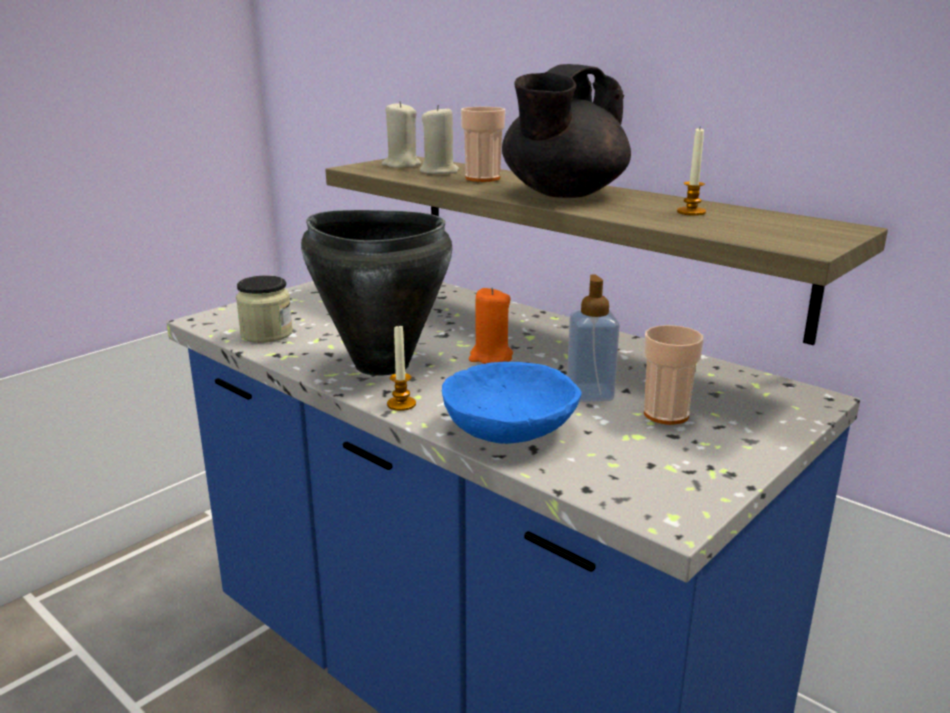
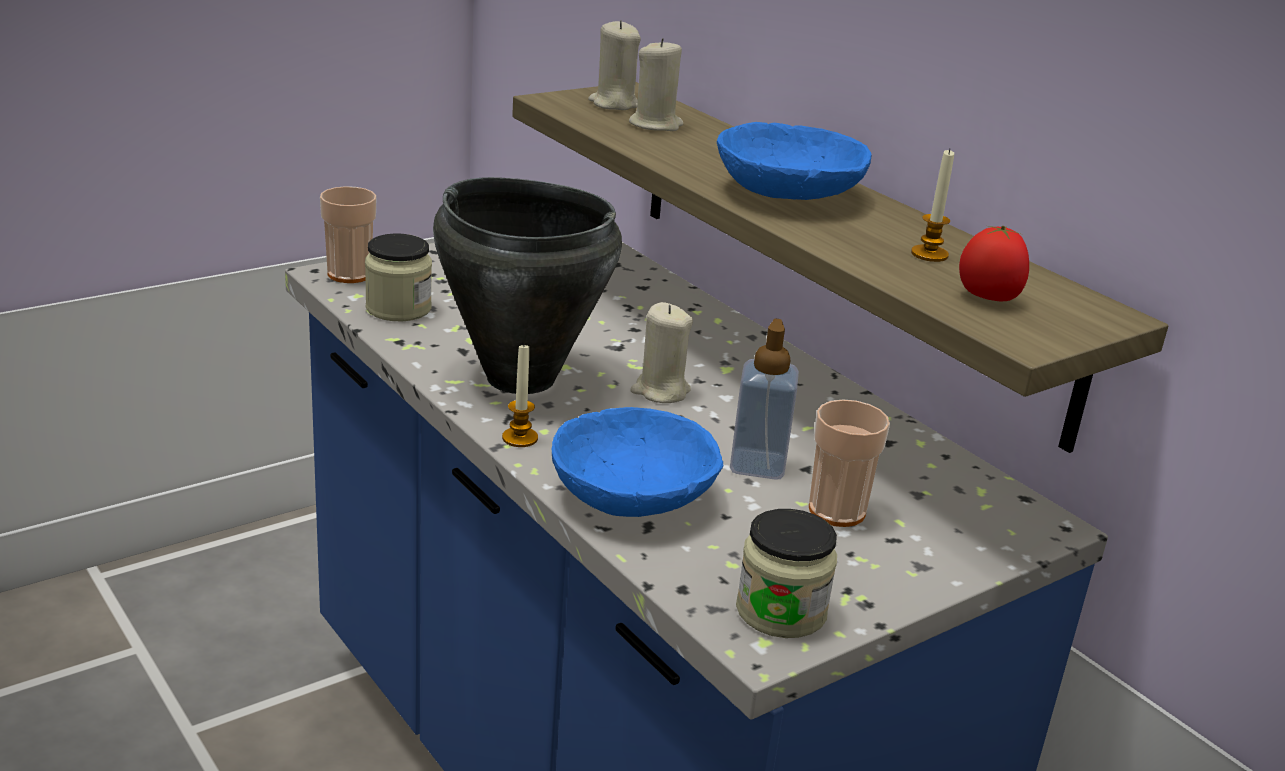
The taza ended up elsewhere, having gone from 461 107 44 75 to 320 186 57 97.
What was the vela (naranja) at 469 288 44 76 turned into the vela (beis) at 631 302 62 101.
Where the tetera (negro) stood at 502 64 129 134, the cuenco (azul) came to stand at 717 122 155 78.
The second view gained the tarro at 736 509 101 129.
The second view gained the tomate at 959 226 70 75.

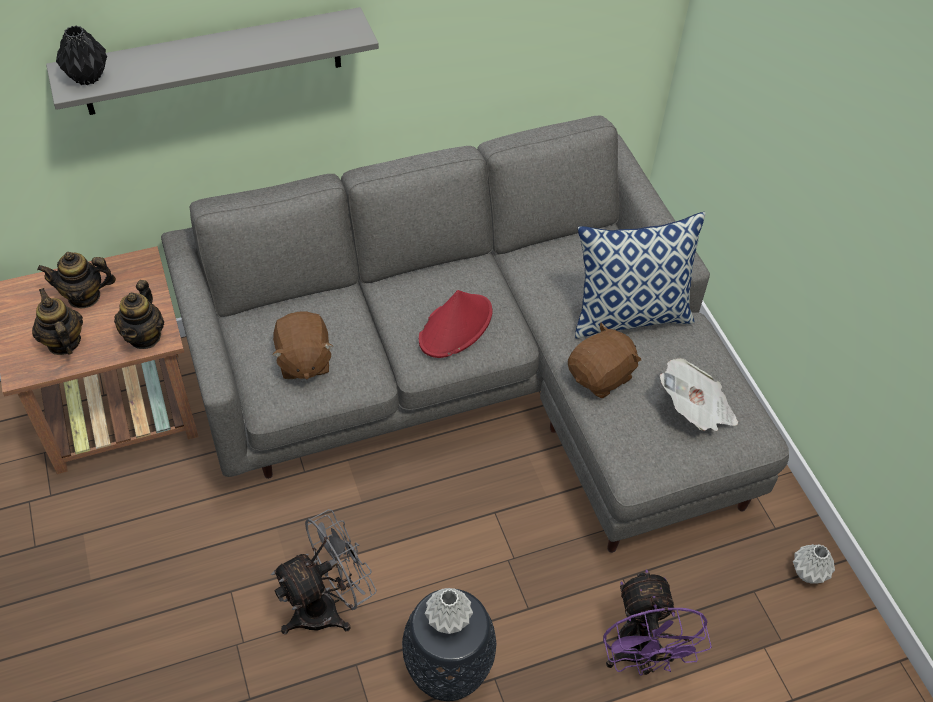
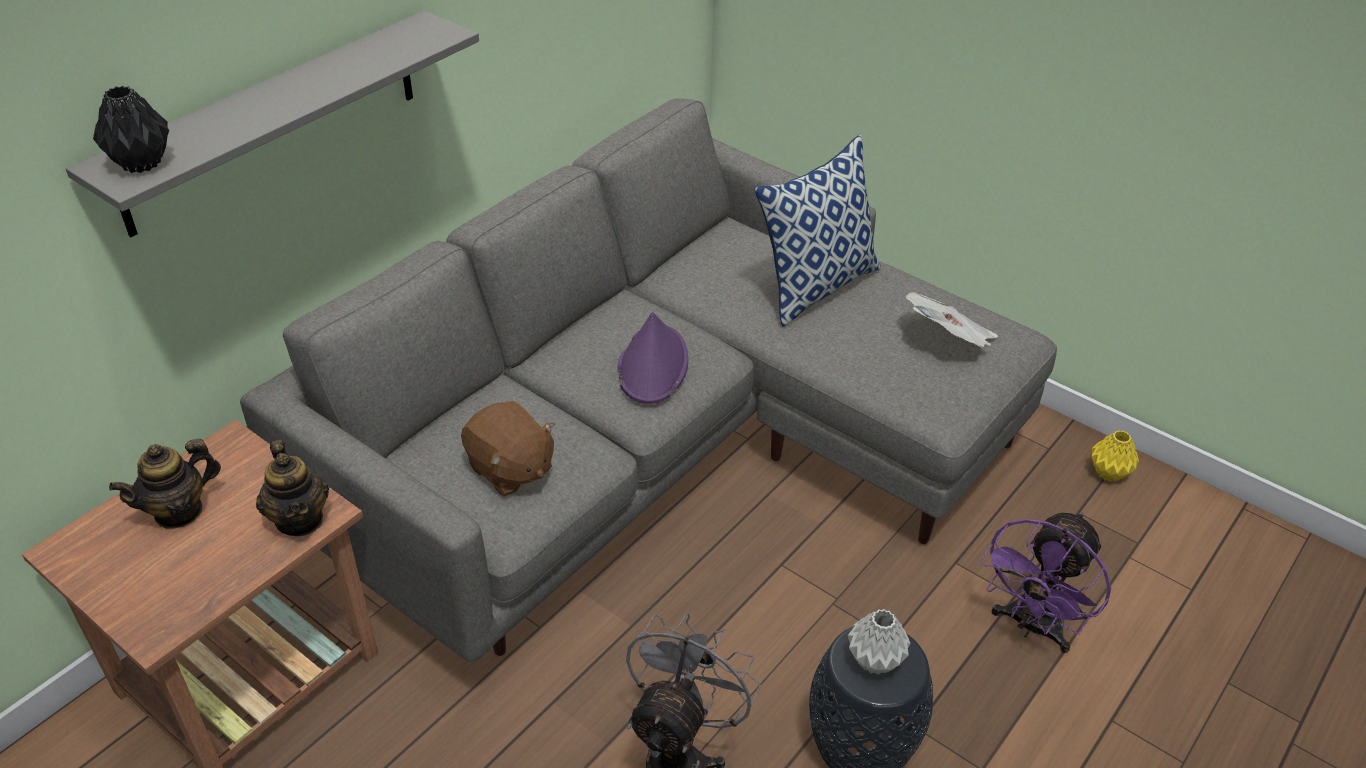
What was the sombrero (rojo) at 419 290 74 68 turned into the sombrero (morado) at 618 312 70 92.
The ventilador (morado) at 603 569 109 107 ended up facing another way, 75 degrees clockwise from before.
What was the florero (gris) at 793 544 42 40 turned into the florero (amarillo) at 1091 430 48 52.
The second view lost the tetera at 32 288 51 67.
The second view lost the peluche (marrón) at 568 323 74 75.

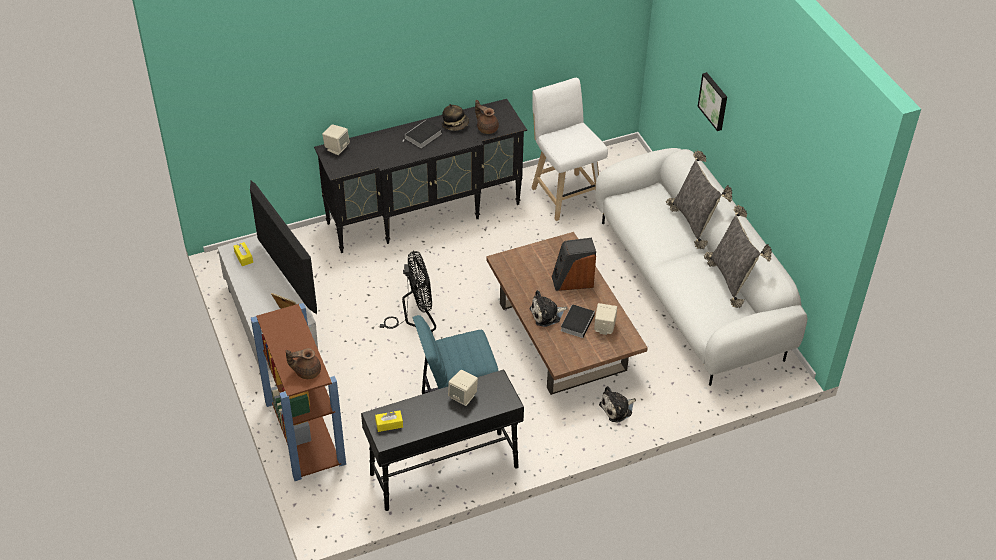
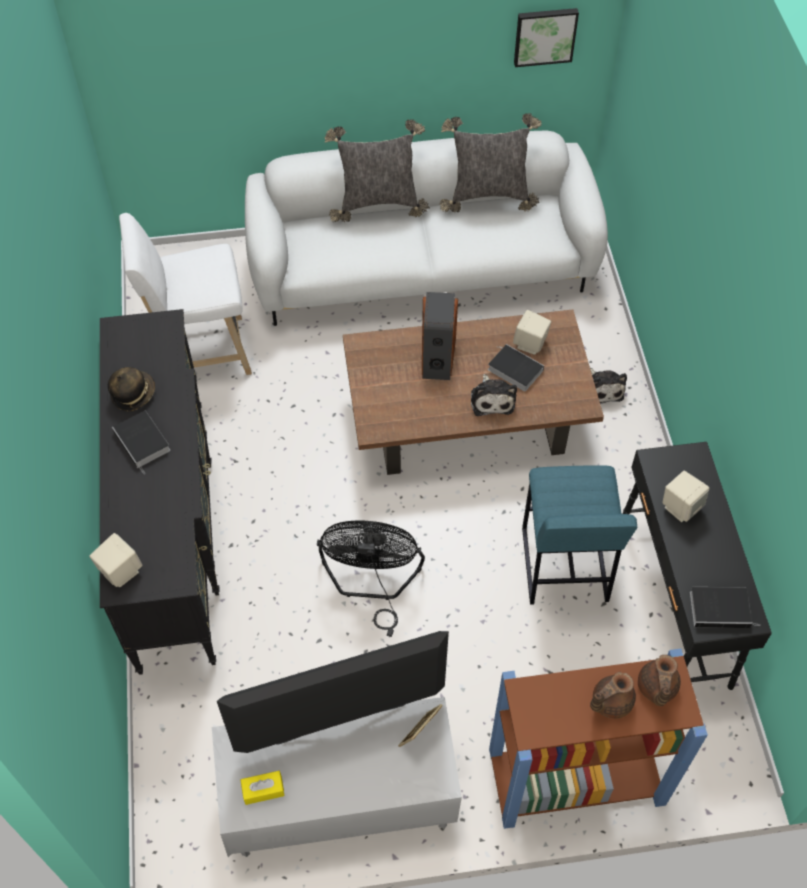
The cuadro ended up elsewhere, having gone from 697 72 30 59 to 514 8 65 59.
The tetera (marrón) ended up elsewhere, having gone from 475 100 24 34 to 590 672 46 47.
Where the caja de pañuelos (amarillo) stood at 375 411 28 21, the libro came to stand at 690 587 70 41.

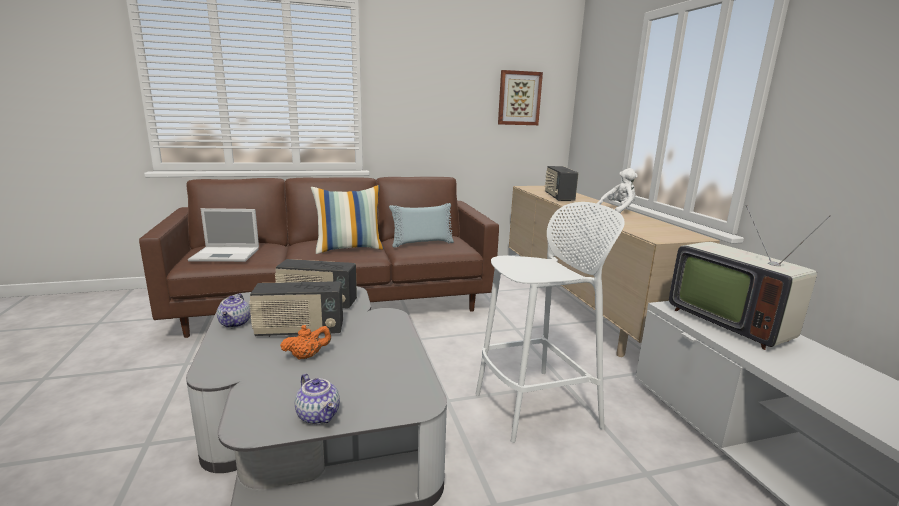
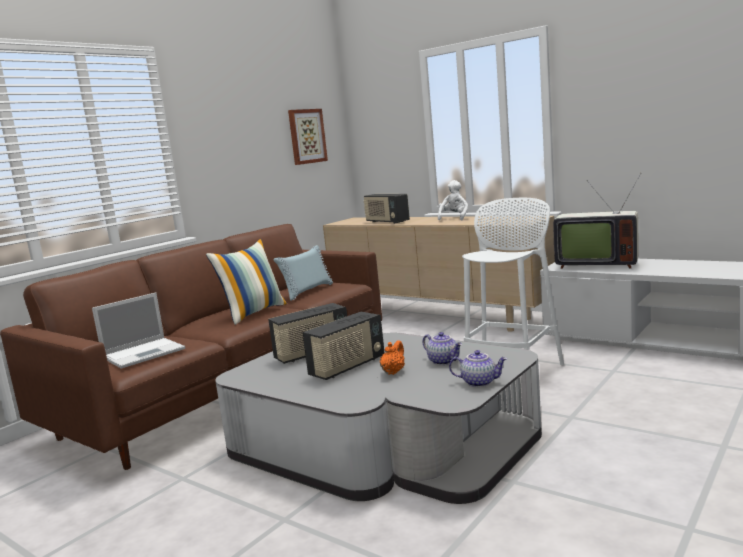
The tetera ended up elsewhere, having gone from 217 294 34 34 to 423 332 39 33.

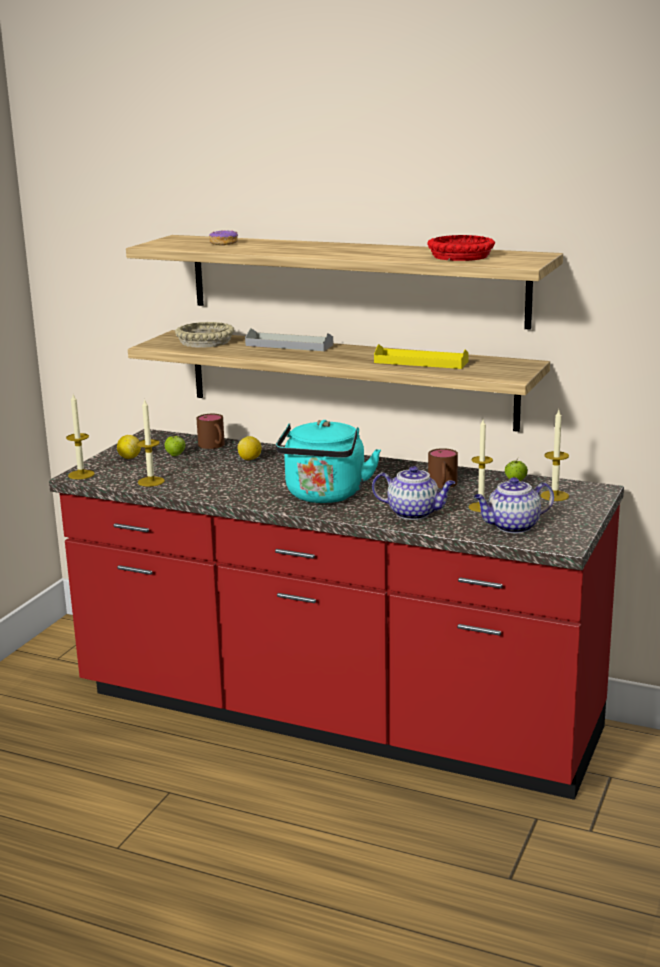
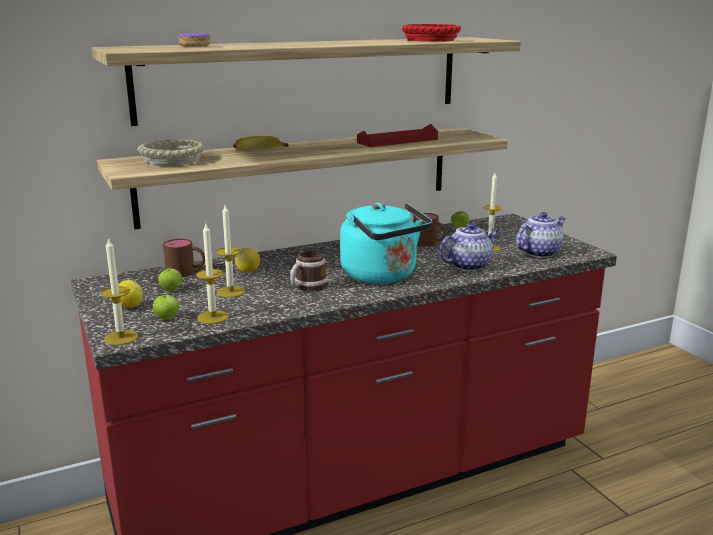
The second view gained the manzana at 153 294 26 26.
The vela ended up elsewhere, having gone from 541 410 28 91 to 216 205 29 93.
Where the bandeja (gris) stood at 245 328 88 23, the plátano came to stand at 233 136 56 14.
The second view gained the taza grande at 290 251 38 40.
What was the bandeja (amarillo) at 374 344 95 25 turned into the bandeja (rojo) at 357 124 81 23.
The tetera at 474 477 80 57 ended up facing another way, 150 degrees counterclockwise from before.

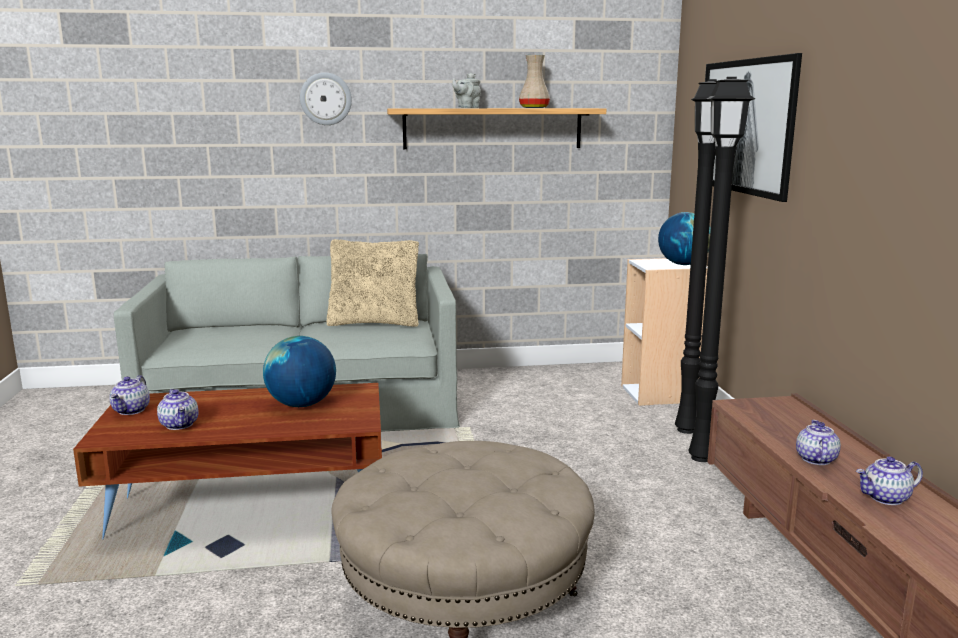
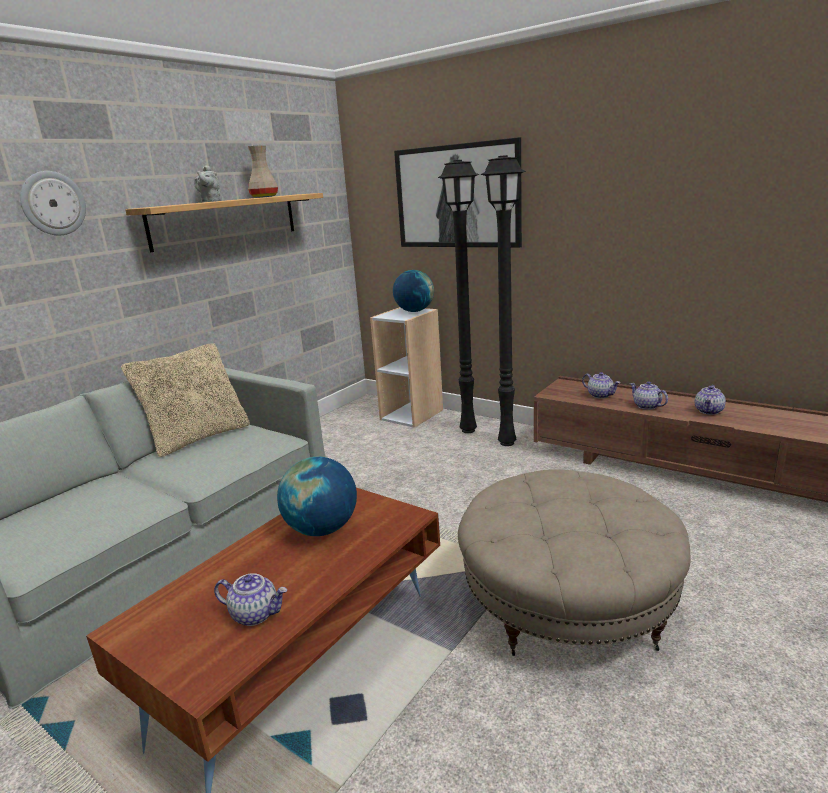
The tetera ended up elsewhere, having gone from 110 375 40 40 to 582 372 38 27.

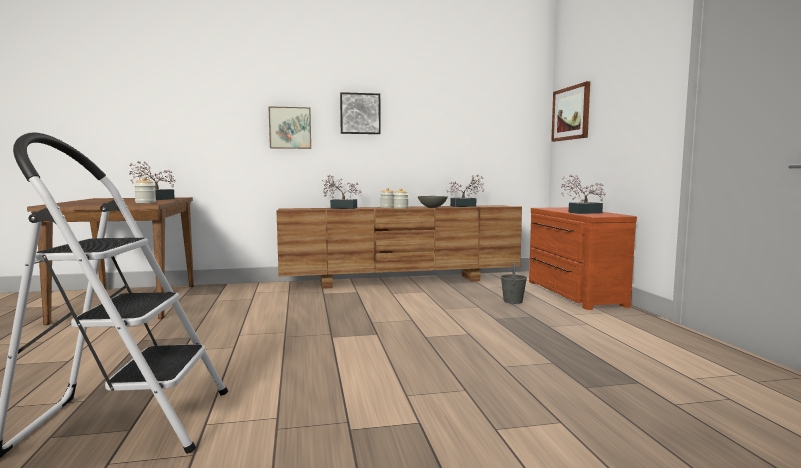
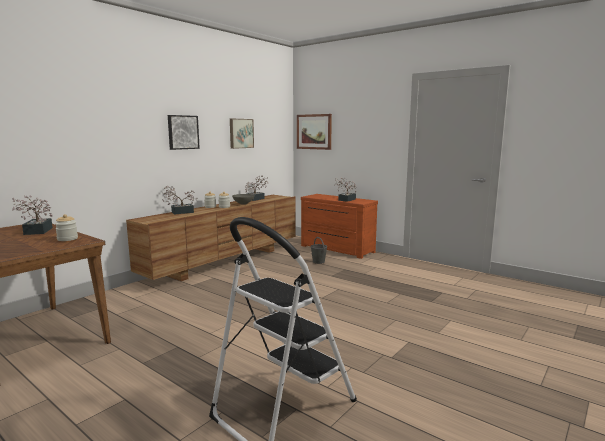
The cuadro ended up elsewhere, having gone from 268 106 43 43 to 230 119 24 30.

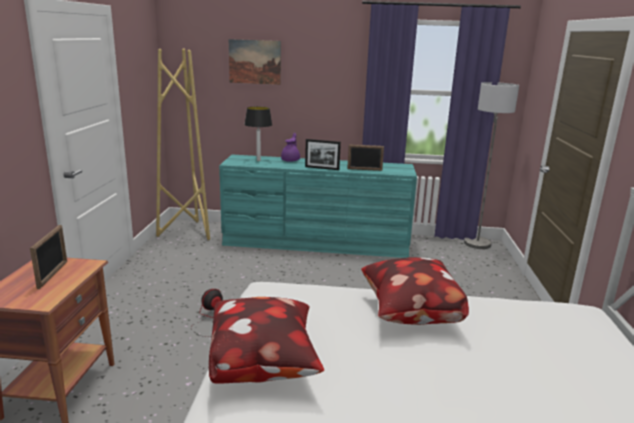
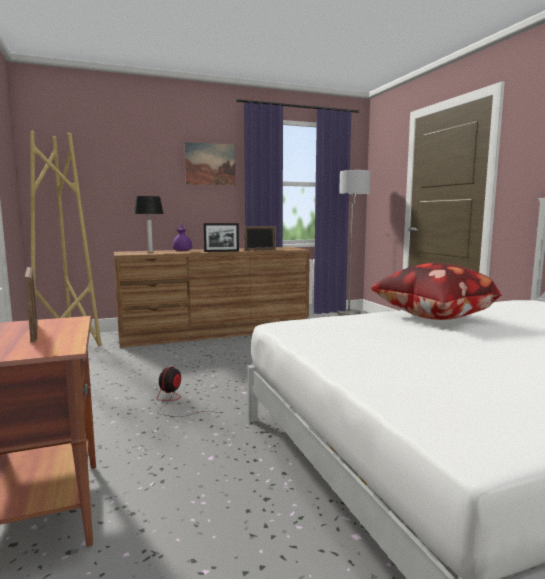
What was the cómoda (turquesa) at 219 155 198 103 turned into the cómoda (marrón) at 114 247 196 101.
The cuadro ended up elsewhere, having gone from 229 39 52 46 to 185 142 50 44.
The second view lost the cojín at 209 297 115 87.

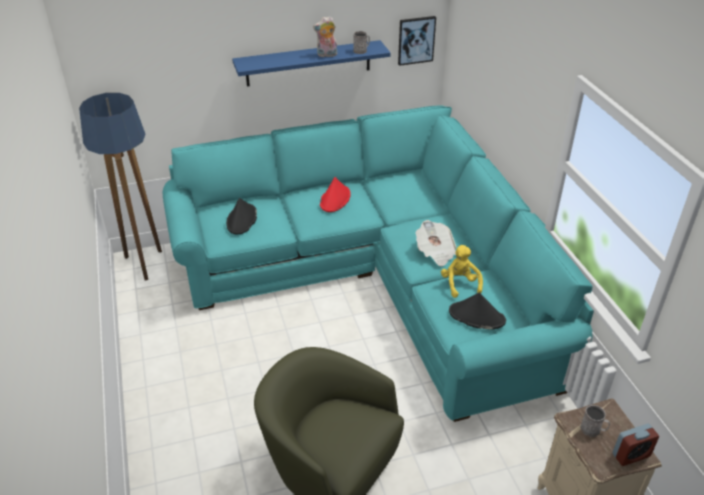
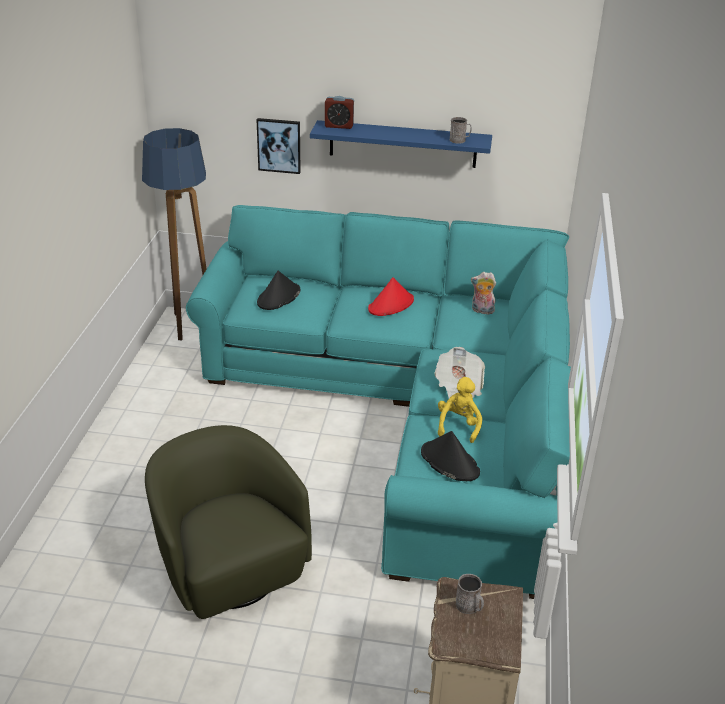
The cuadro ended up elsewhere, having gone from 398 16 38 50 to 257 118 44 56.
The despertador ended up elsewhere, having gone from 612 424 47 42 to 325 96 29 33.
The peluche ended up elsewhere, having gone from 313 16 24 41 to 471 272 25 42.

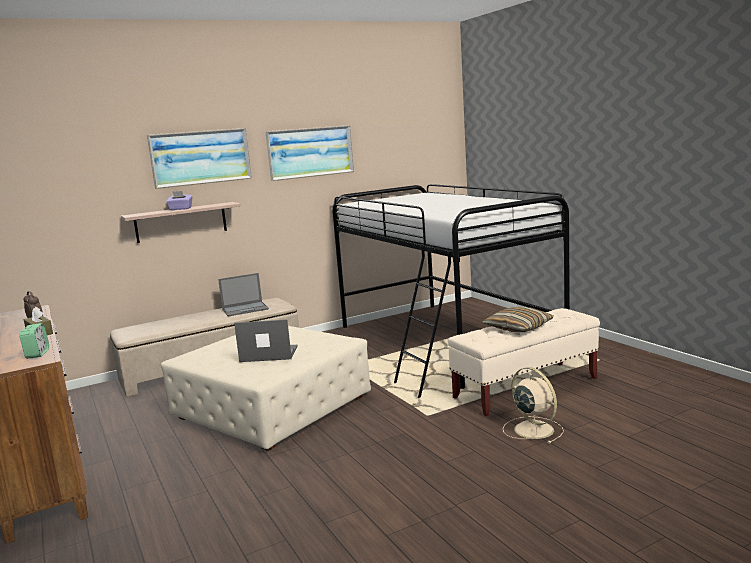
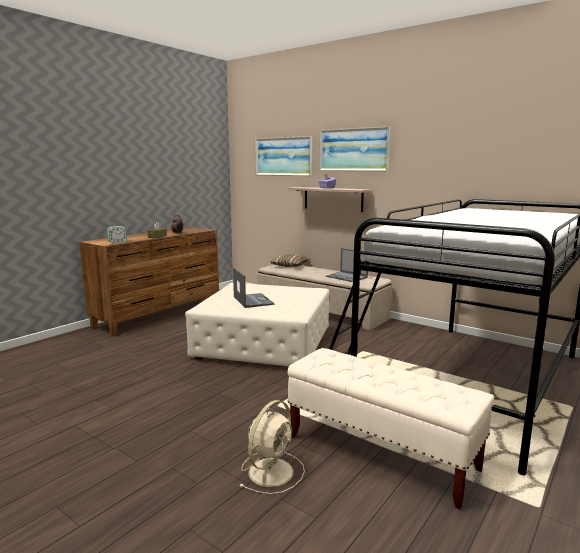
The cuadro ended up elsewhere, having gone from 265 125 89 56 to 255 136 57 40.
The cojín ended up elsewhere, having gone from 482 307 72 25 to 271 254 38 13.

